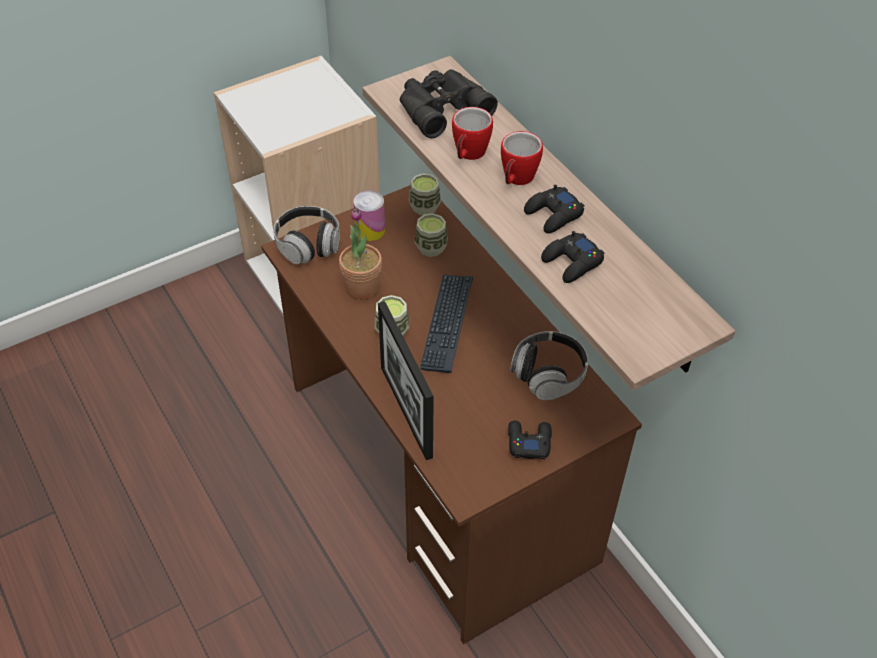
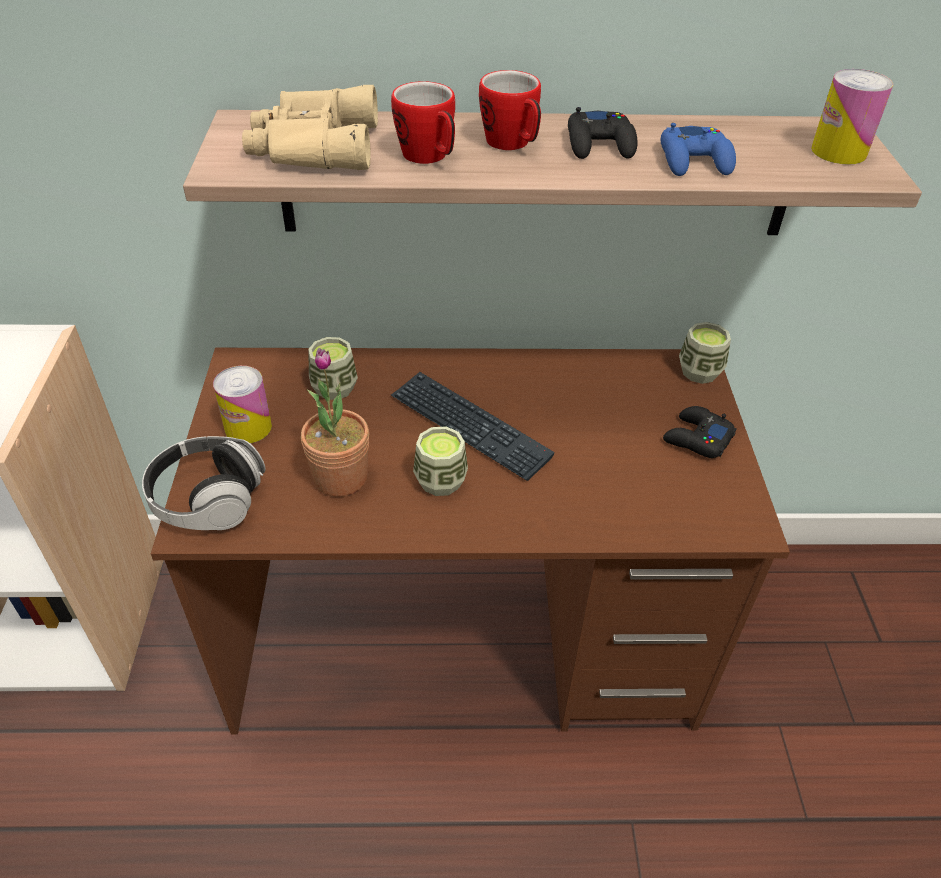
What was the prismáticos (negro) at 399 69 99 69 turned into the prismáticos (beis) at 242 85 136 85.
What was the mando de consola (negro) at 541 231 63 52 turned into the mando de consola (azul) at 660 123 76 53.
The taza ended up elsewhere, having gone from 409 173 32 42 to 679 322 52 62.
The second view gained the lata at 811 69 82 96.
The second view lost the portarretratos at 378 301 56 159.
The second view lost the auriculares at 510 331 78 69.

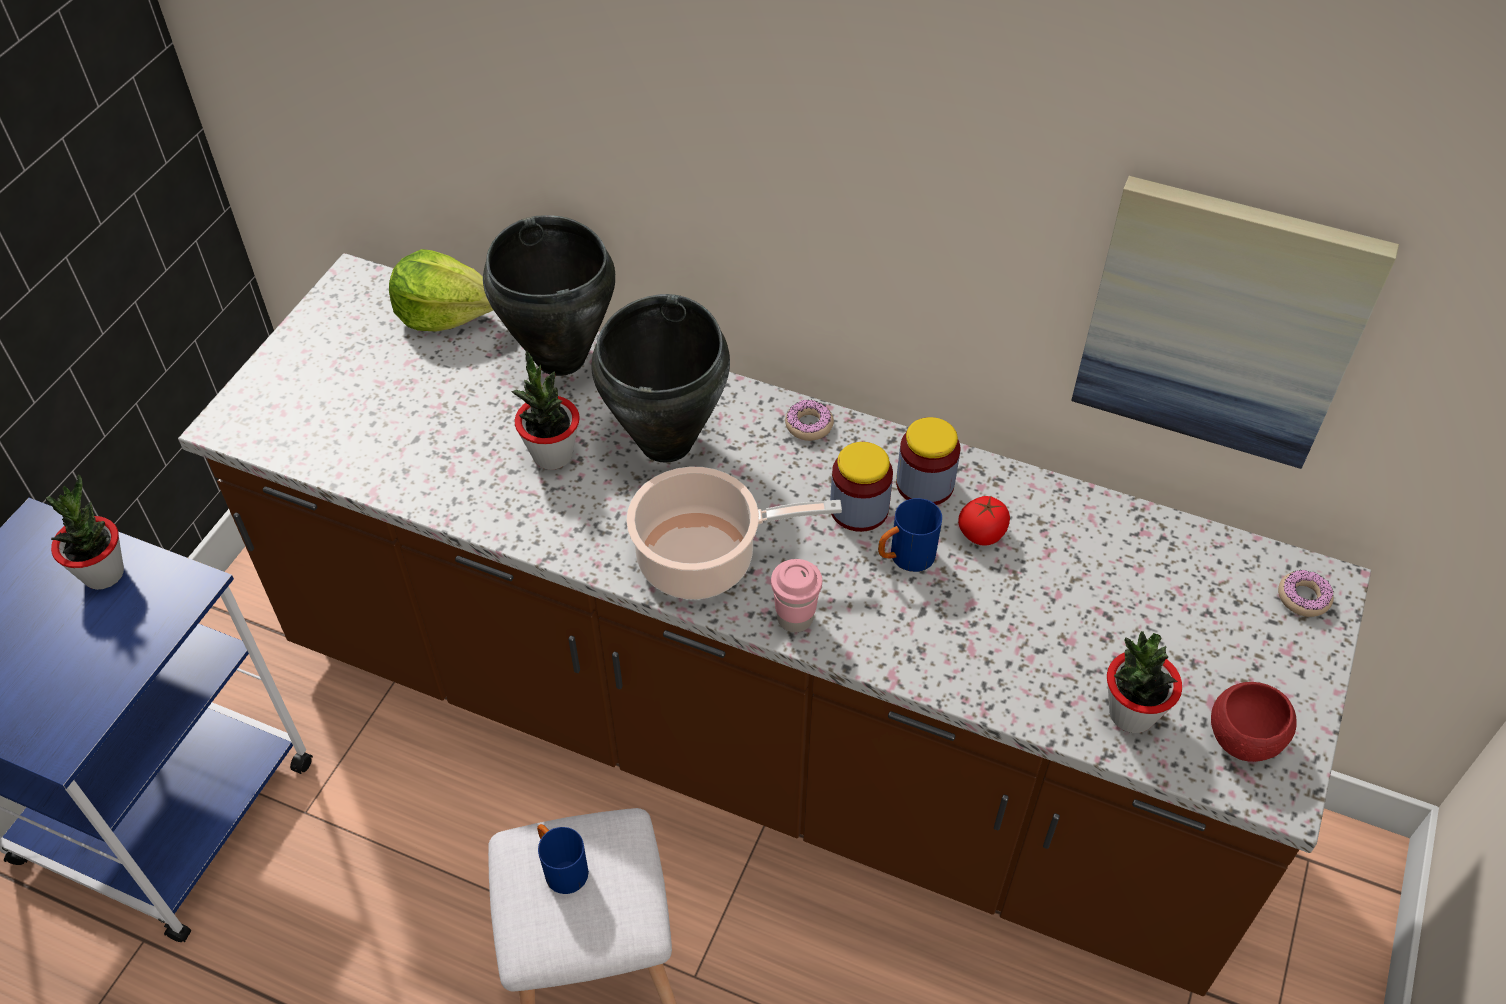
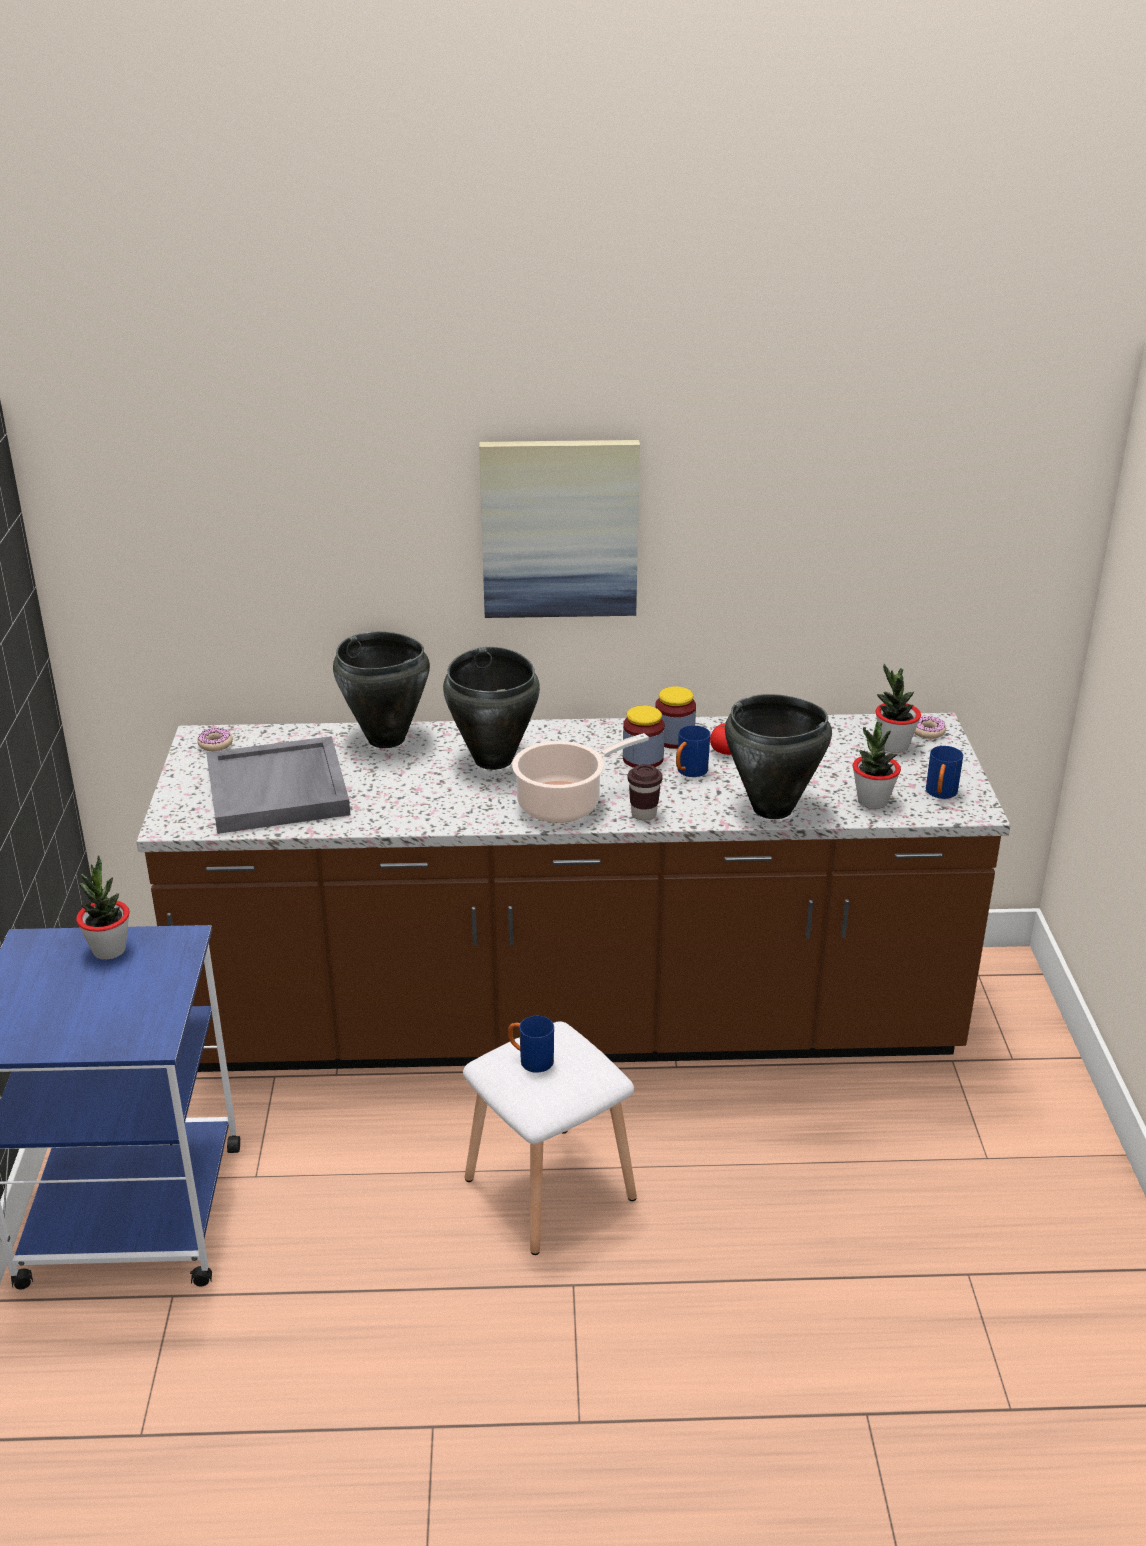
The rosquilla ended up elsewhere, having gone from 785 400 49 41 to 197 728 36 23.
The second view gained the bandeja (gris) at 206 736 144 98.
The cuadro ended up elsewhere, having gone from 1071 176 328 293 to 479 440 161 178.
What was the taza (rosa) at 771 559 51 73 turned into the taza (marrón) at 628 764 34 56.
The second view gained the olla (negro) at 725 694 107 125.
The planta en maceta ended up elsewhere, having gone from 511 351 69 119 to 876 664 45 89.
Where the cuenco (rojo) stood at 1211 682 86 80, the taza grande (azul) came to stand at 926 746 37 53.
The second view lost the lechuga at 389 249 104 83.

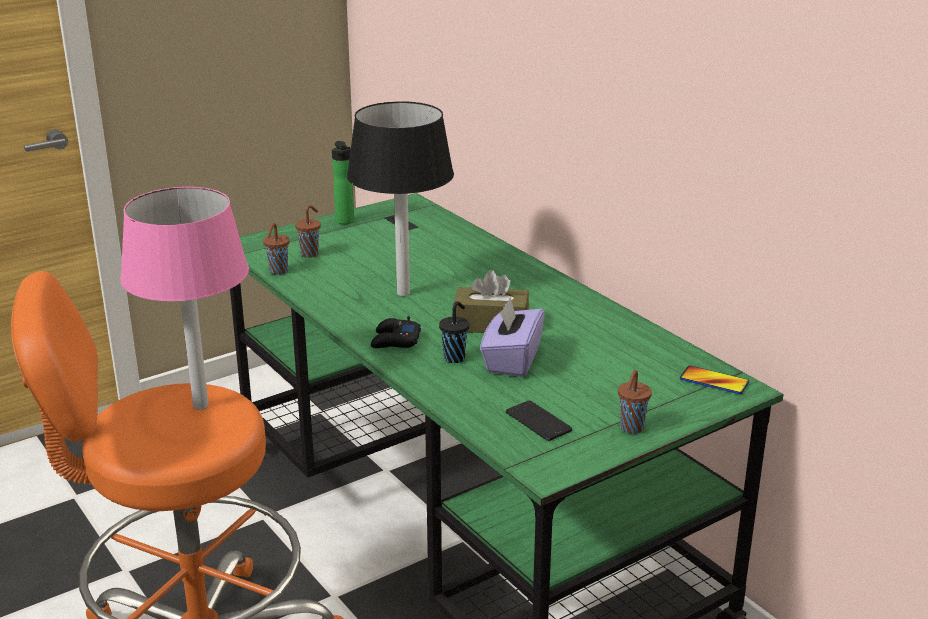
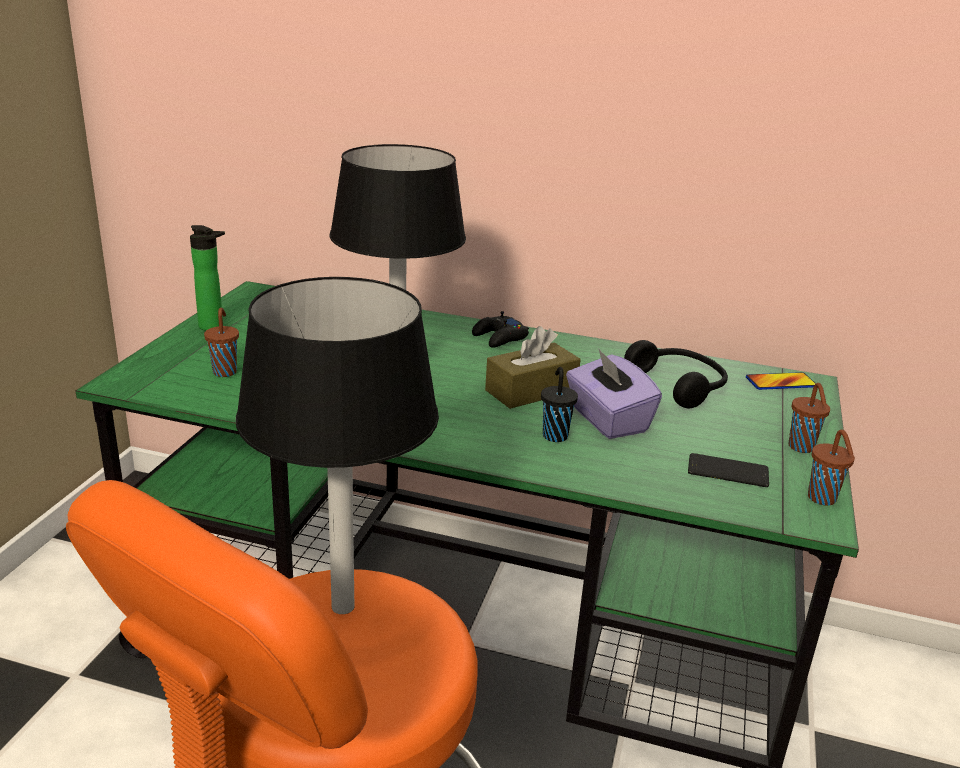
What was the lámpara de mesa (rosa) at 120 187 129 223 turned into the lámpara de mesa (negro) at 236 277 203 337.
The mando de consola (negro) ended up elsewhere, having gone from 371 316 50 32 to 472 311 57 37.
The second view gained the auriculares (negro) at 624 340 104 68.
The taza (marrón) ended up elsewhere, having gone from 263 223 27 52 to 808 430 47 75.

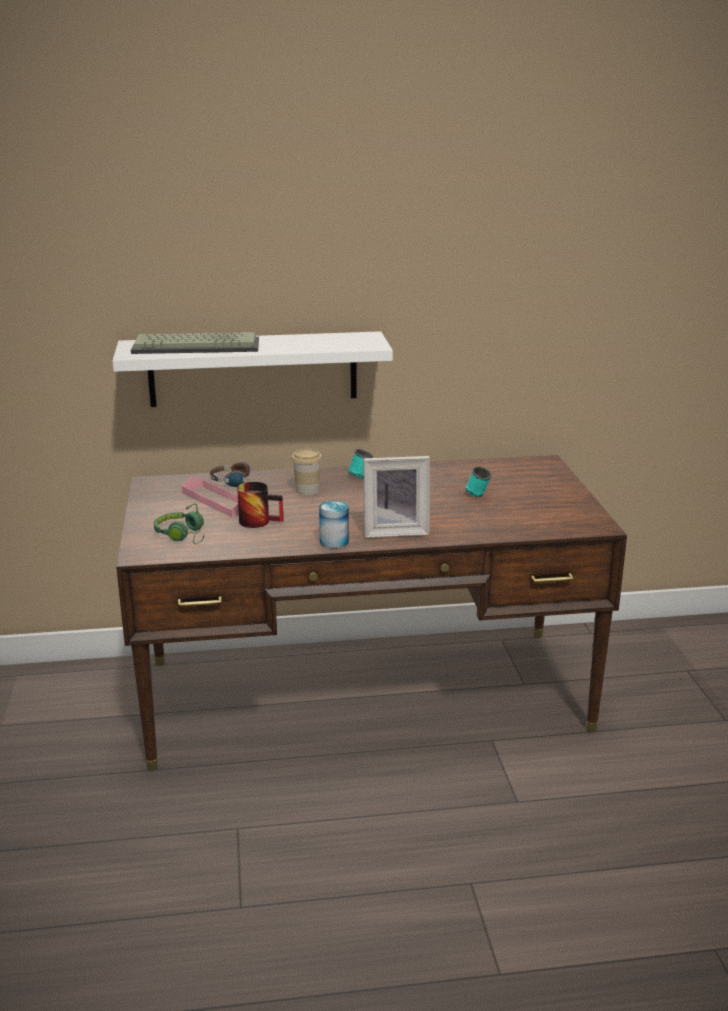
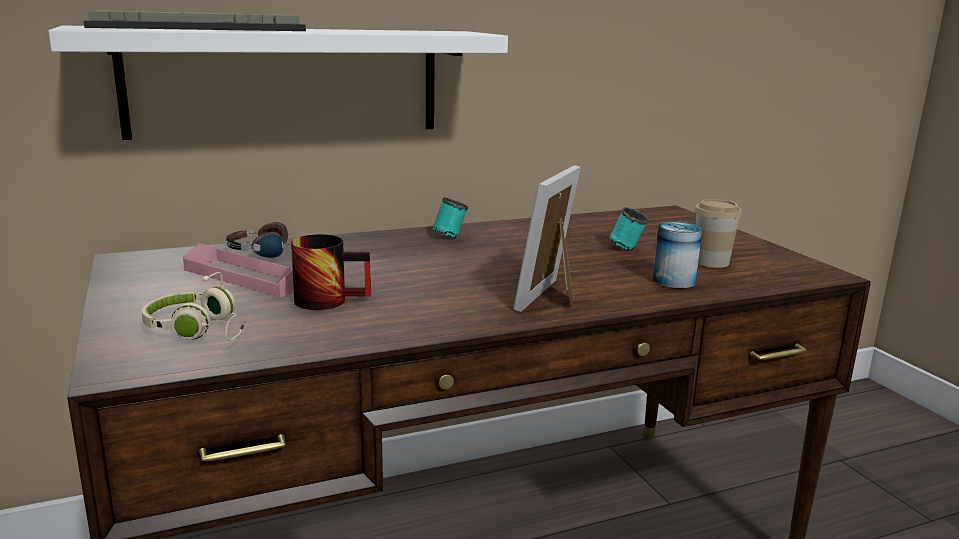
What was the auriculares (verde) at 154 504 51 40 turned into the auriculares (beis) at 142 272 103 69.
The portarretratos at 363 456 67 82 ended up facing another way, 135 degrees clockwise from before.
The lata ended up elsewhere, having gone from 319 501 30 47 to 653 222 49 66.
The taza ended up elsewhere, having gone from 291 449 31 46 to 694 199 48 69.

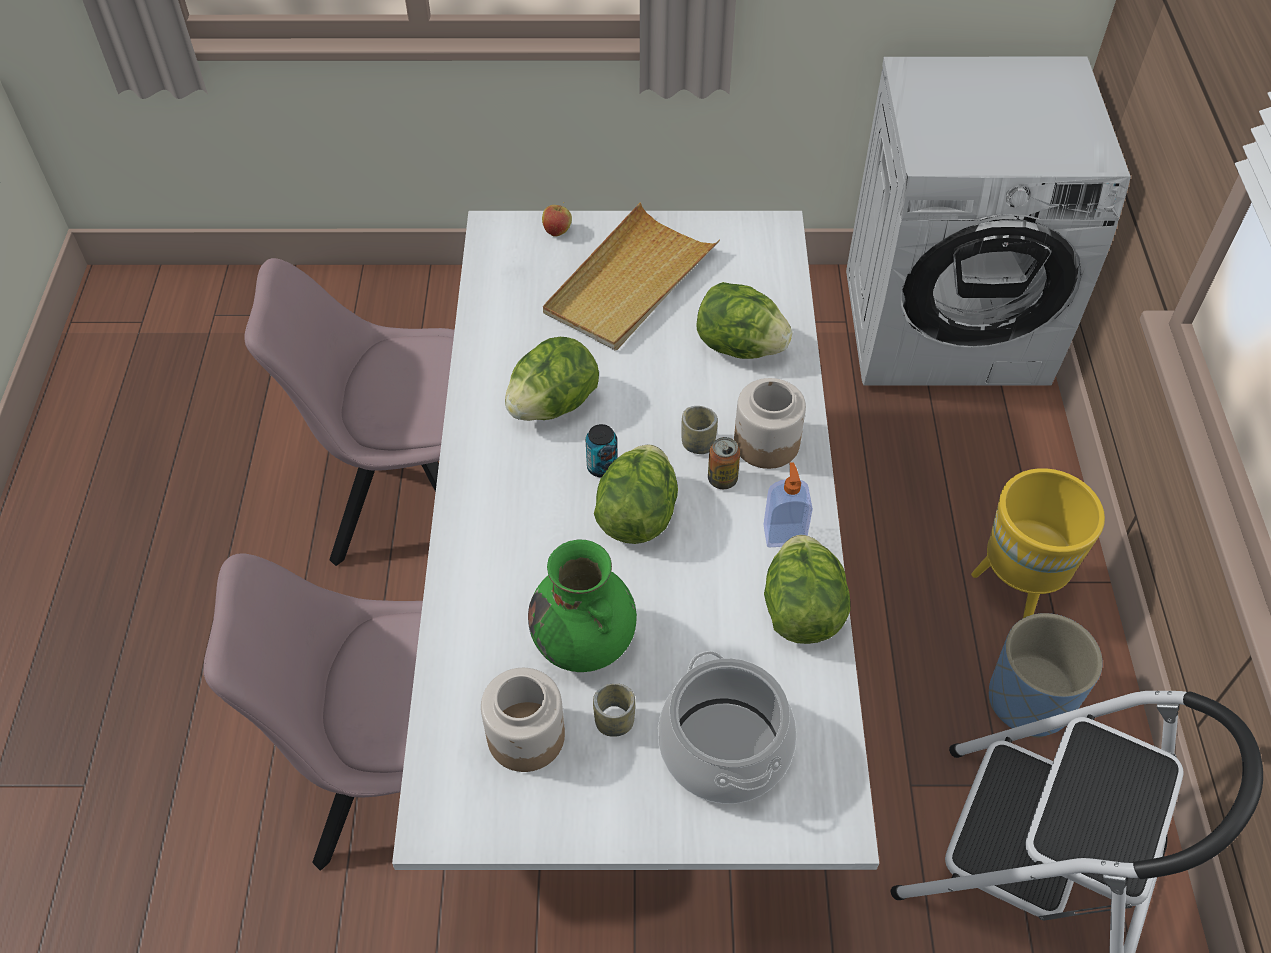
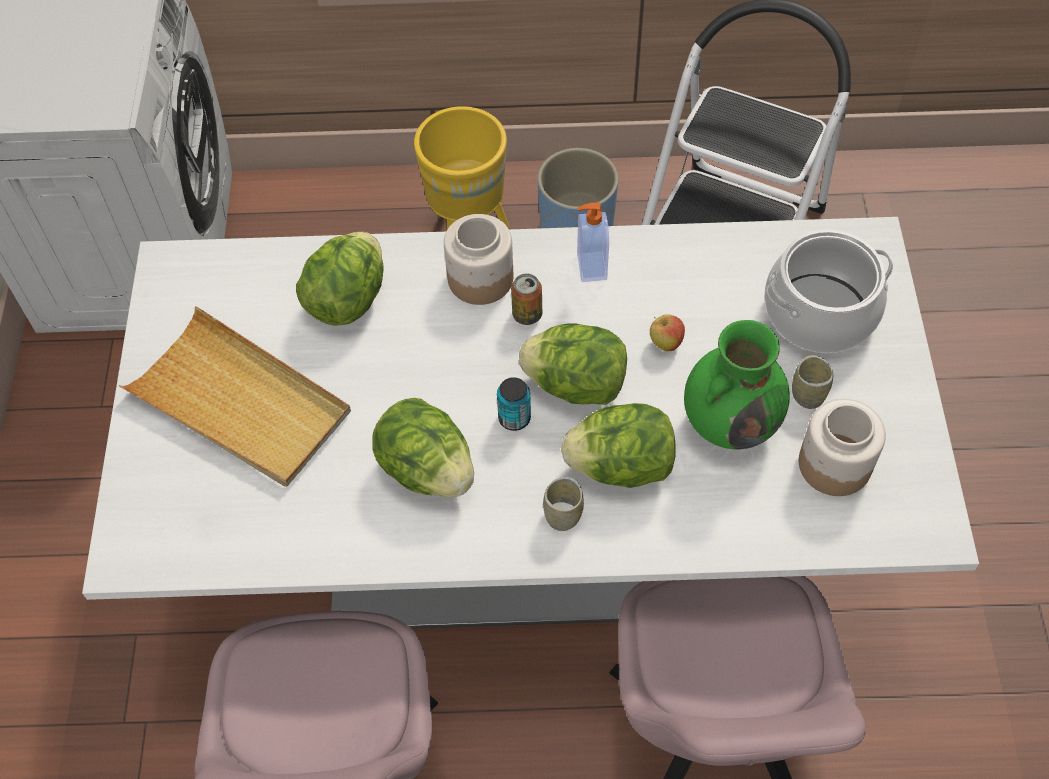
The taza ended up elsewhere, having gone from 681 406 37 48 to 543 477 41 54.
The lechuga ended up elsewhere, having gone from 764 535 86 109 to 561 403 115 85.
The manzana ended up elsewhere, having gone from 542 202 30 35 to 650 314 35 38.

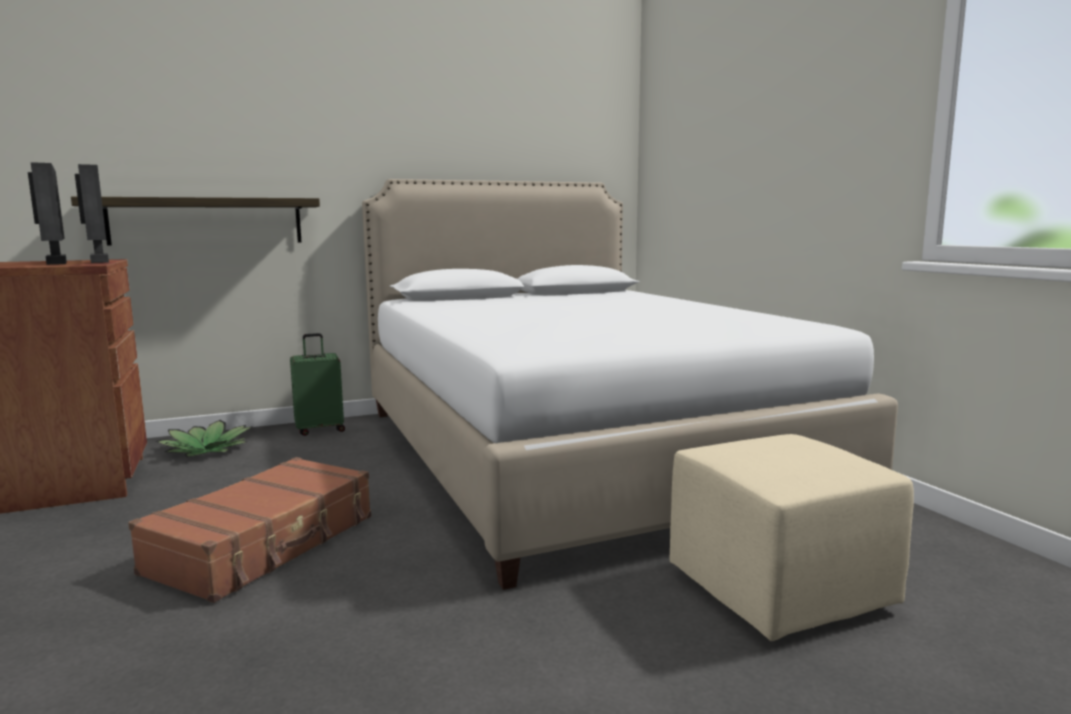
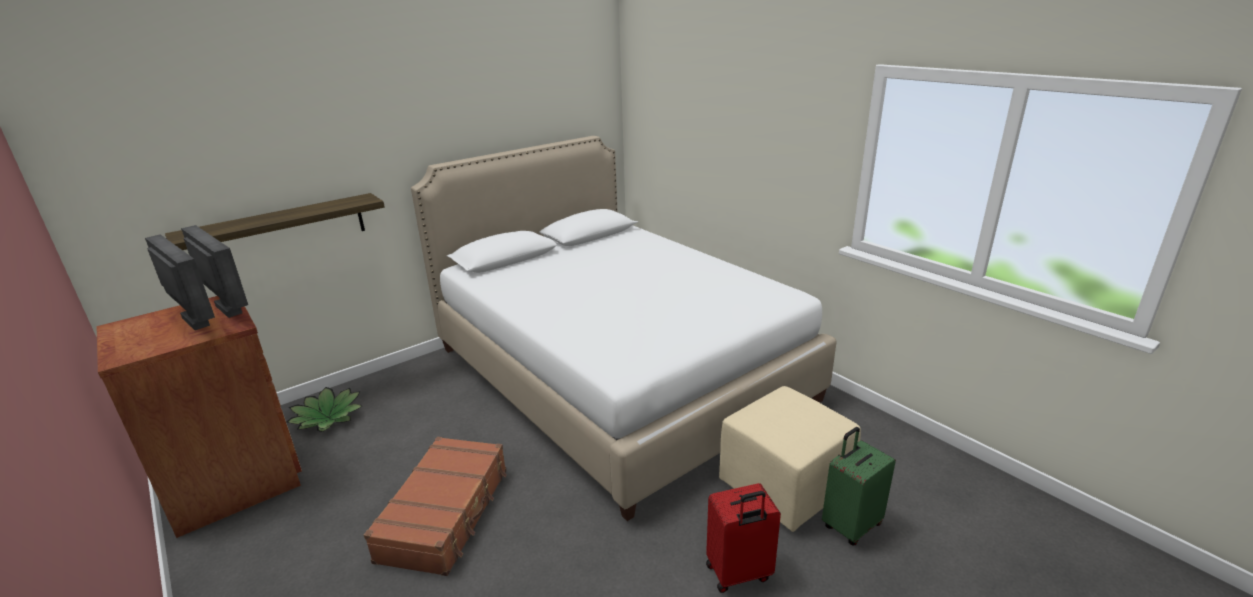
The second view gained the maleta (rojo) at 706 483 75 110.
The maleta (verde) ended up elsewhere, having gone from 290 333 55 103 to 822 427 74 119.

